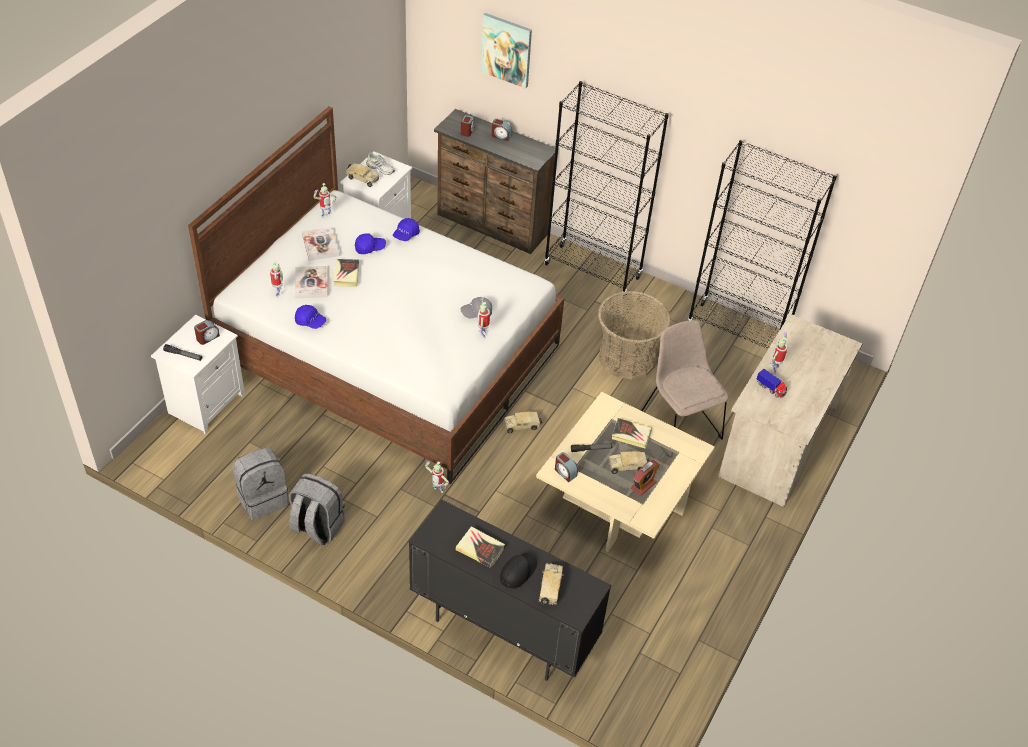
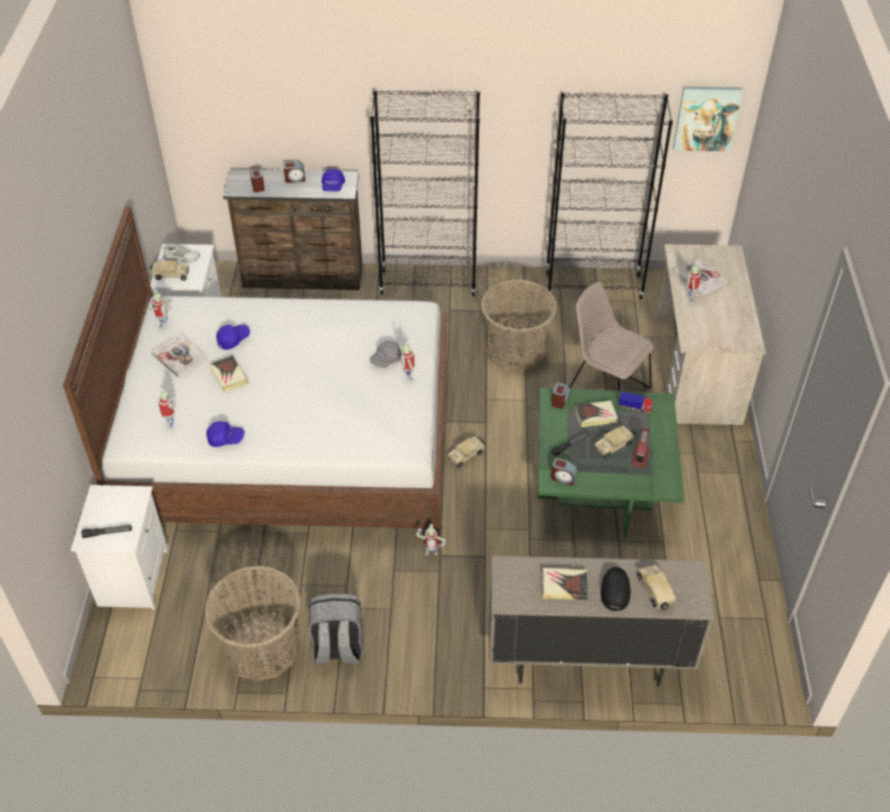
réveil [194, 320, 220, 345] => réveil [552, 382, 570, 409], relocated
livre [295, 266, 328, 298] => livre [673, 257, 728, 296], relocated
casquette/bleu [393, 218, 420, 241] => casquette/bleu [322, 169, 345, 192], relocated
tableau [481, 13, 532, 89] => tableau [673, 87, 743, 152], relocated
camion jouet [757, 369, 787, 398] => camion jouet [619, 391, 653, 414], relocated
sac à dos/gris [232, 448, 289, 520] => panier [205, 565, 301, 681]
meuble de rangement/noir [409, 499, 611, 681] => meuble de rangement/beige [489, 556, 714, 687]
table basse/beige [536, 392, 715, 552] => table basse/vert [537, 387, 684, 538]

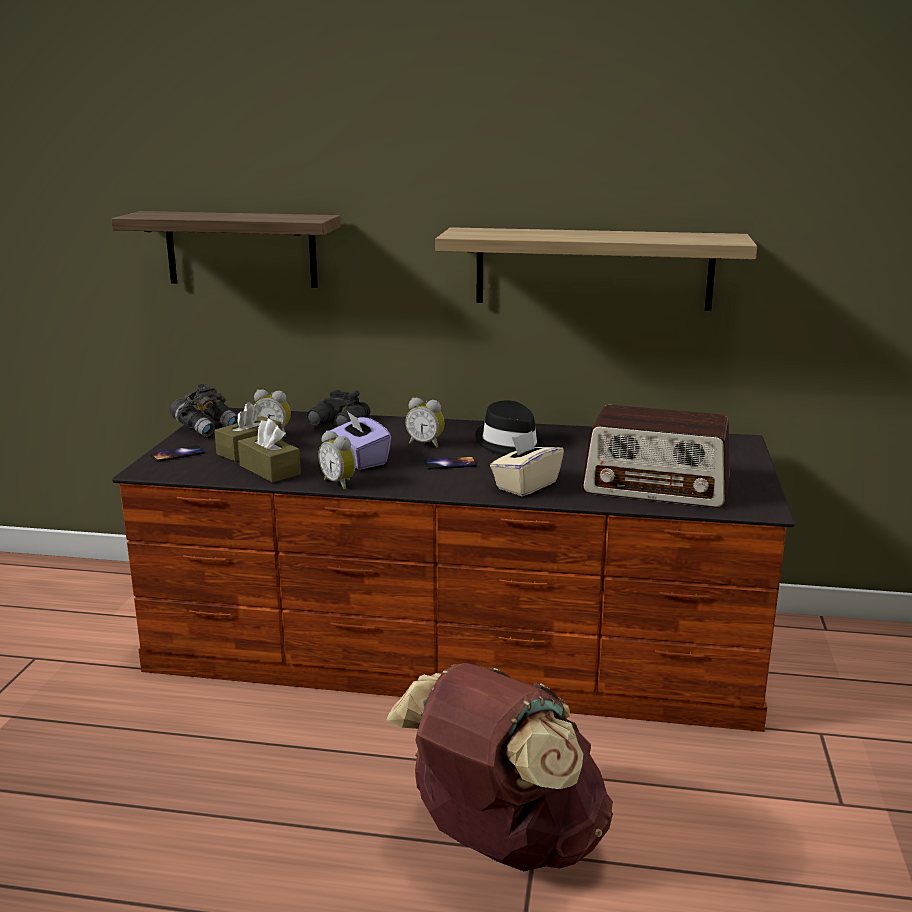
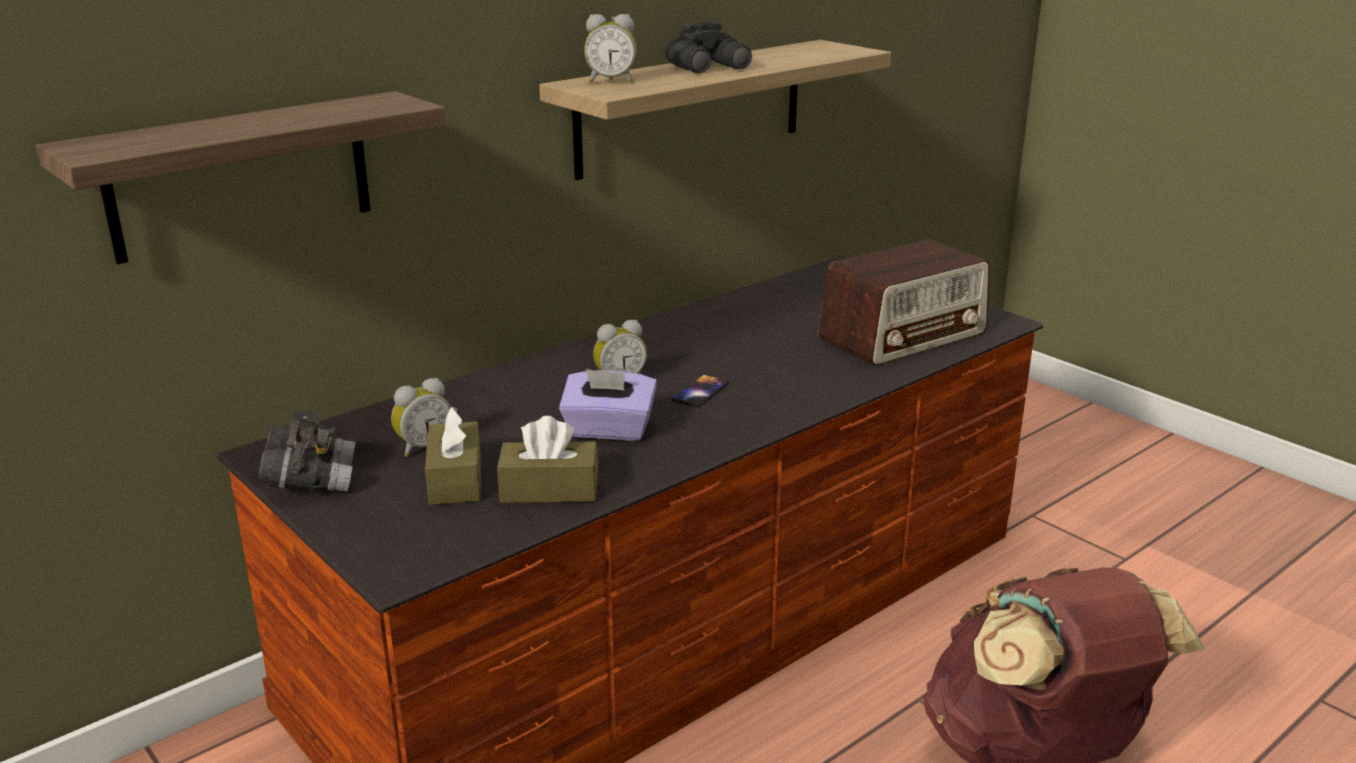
téléphone [150, 445, 205, 462] => nothing
chapeau/noir [475, 400, 546, 456] => nothing
boîte à mouchoirs/beige [490, 431, 564, 496] => nothing
jumelles/noir [306, 390, 370, 427] => jumelles/noir [665, 20, 752, 73], relocated
réveil [318, 430, 356, 489] => réveil [584, 14, 636, 83], relocated

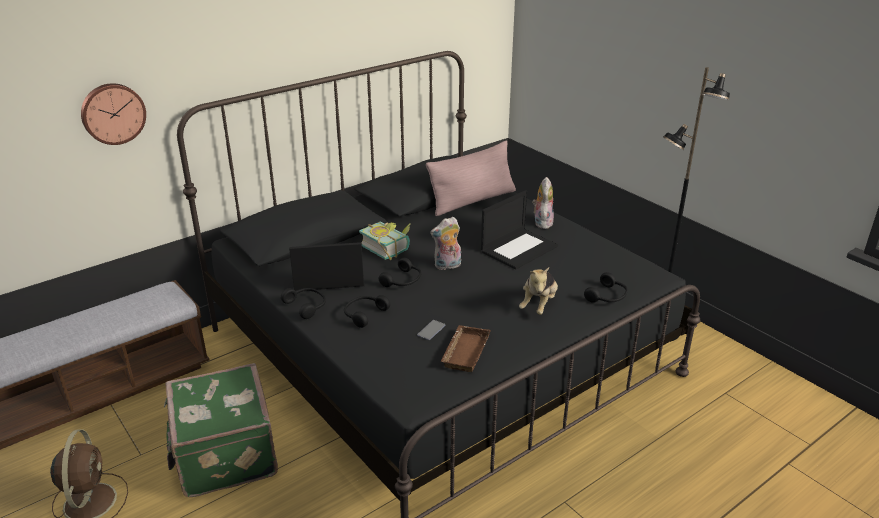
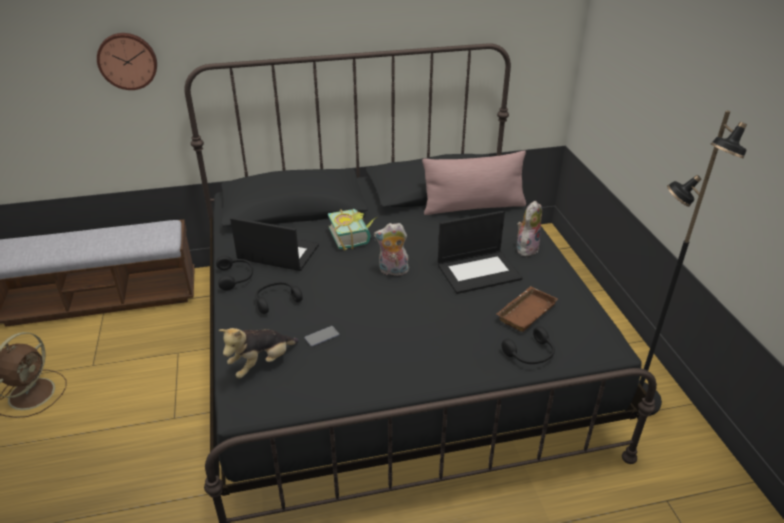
valise/vert [164, 363, 278, 497] => nothing
casque audio/noir [379, 258, 422, 287] => nothing
plateau/marron [440, 325, 491, 372] => plateau/marron [497, 286, 558, 332], relocated
peluche [519, 267, 558, 315] => peluche [219, 328, 299, 378], relocated

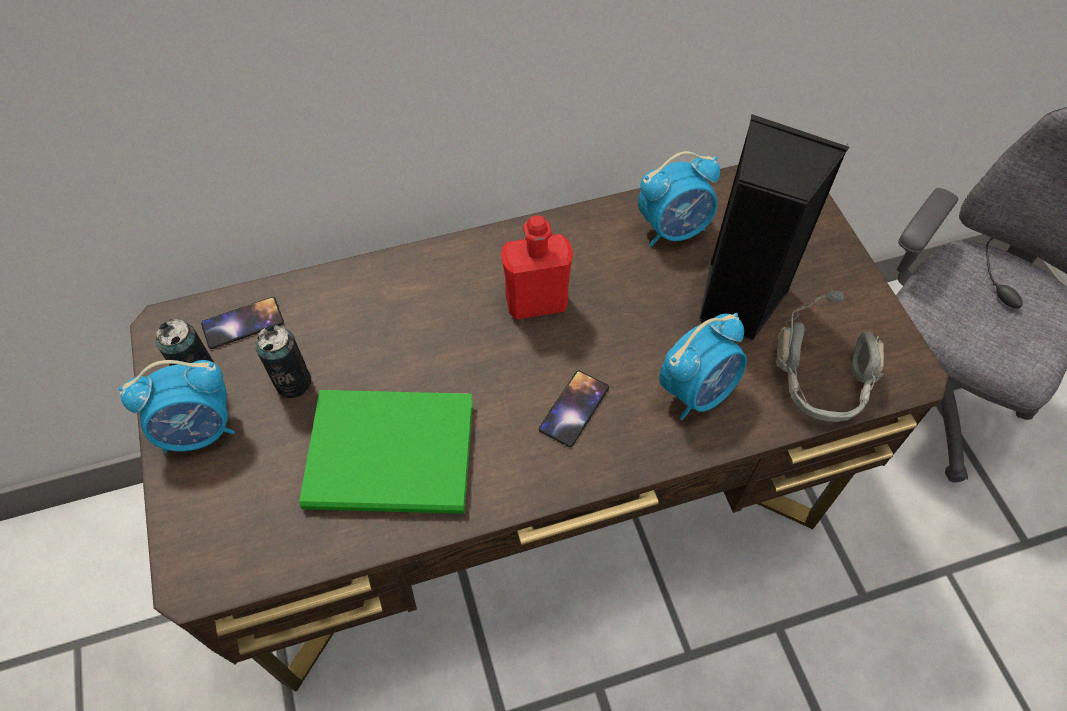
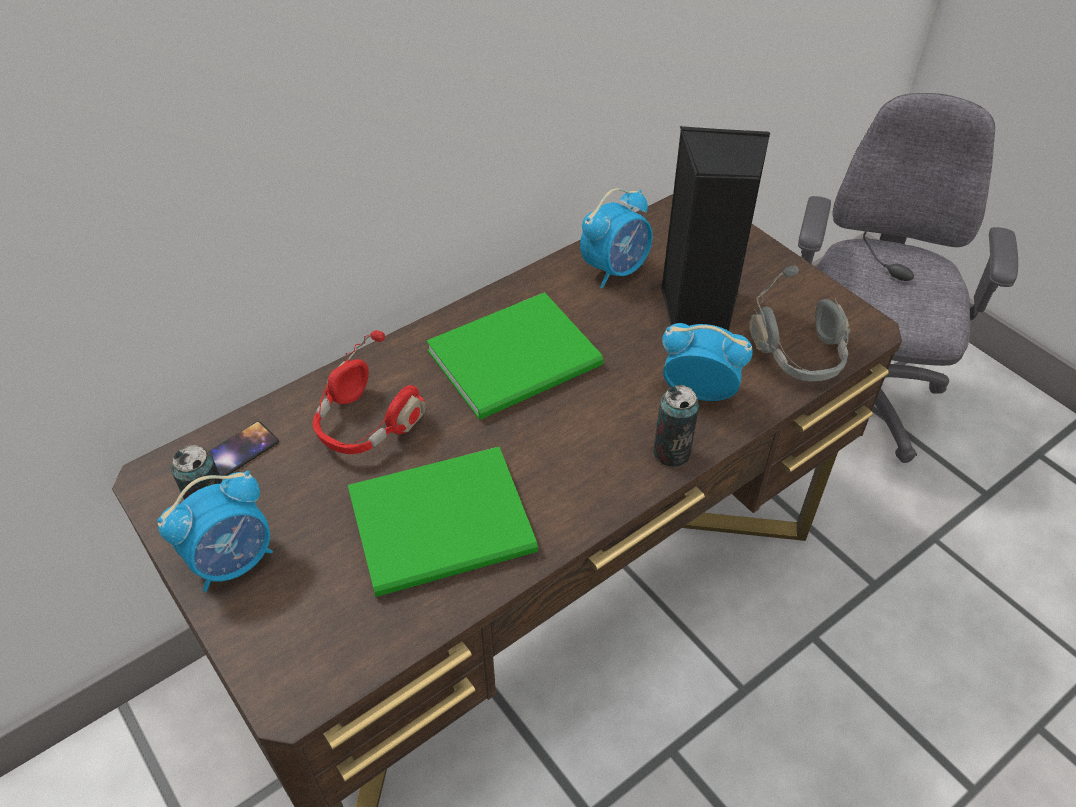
téléphone [539, 371, 609, 447] => nothing
nothing => casque audio/rouge [313, 330, 425, 454]
boîte métallique [255, 325, 312, 398] => boîte métallique [653, 385, 699, 467], relocated
bouteille/rouge [501, 215, 573, 320] => livre/vert [426, 292, 604, 420]
réveil [659, 313, 747, 420] => réveil [662, 323, 753, 401], 105 degrees counterclockwise

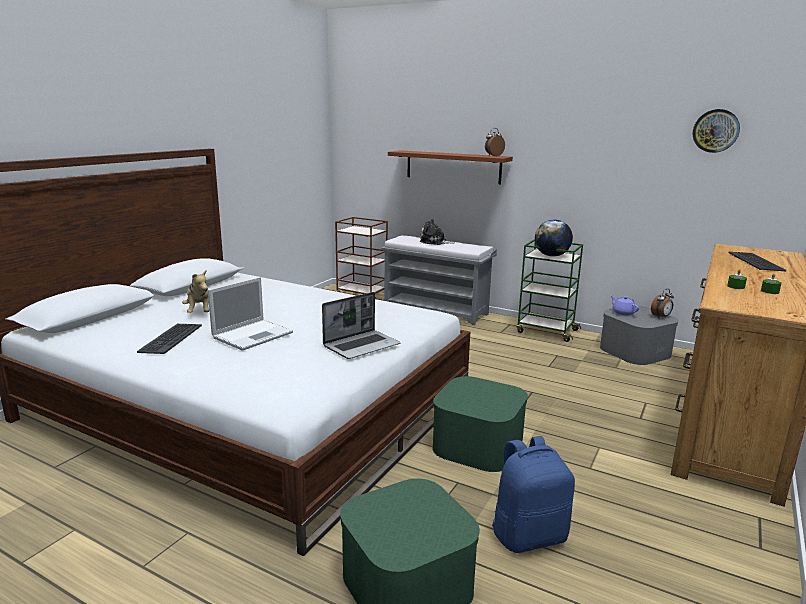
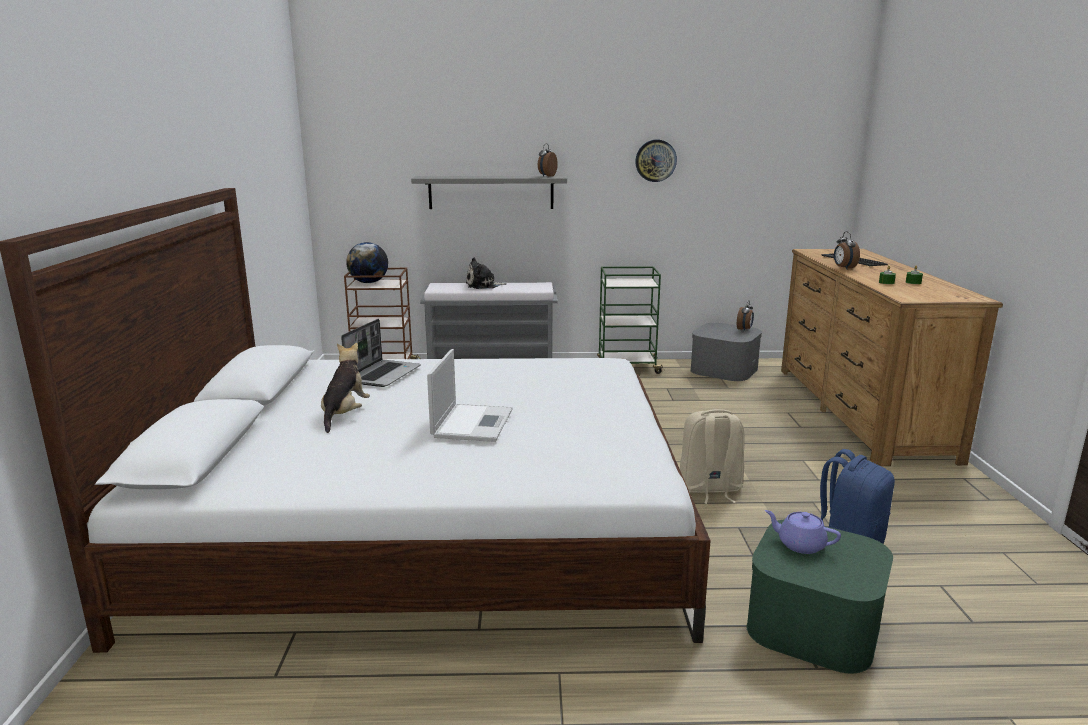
clavier [137, 324, 202, 354] => nothing
nothing => réveil [834, 232, 860, 269]
ordinateur portable [322, 292, 401, 359] => ordinateur portable [341, 319, 421, 387], relocated
globe [535, 219, 573, 257] => globe [346, 242, 388, 283], relocated
théière/violet [610, 295, 639, 315] => théière/violet [765, 510, 841, 554], relocated
horloge murale [693, 109, 740, 153] => horloge murale [635, 140, 677, 182], relocated
boîte de rangement/vert [432, 376, 528, 472] => sac à dos/beige [680, 409, 745, 504]
étagère/marron [388, 150, 513, 185] => étagère/gris [411, 176, 567, 209]
peluche [182, 270, 209, 313] => peluche [321, 343, 370, 433], 120 degrees counterclockwise

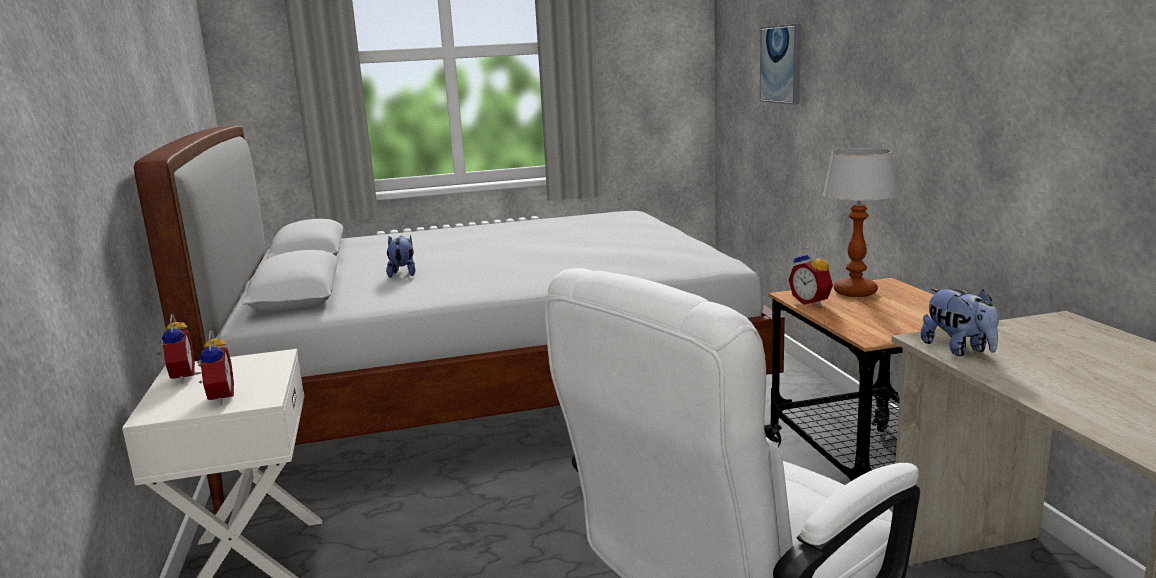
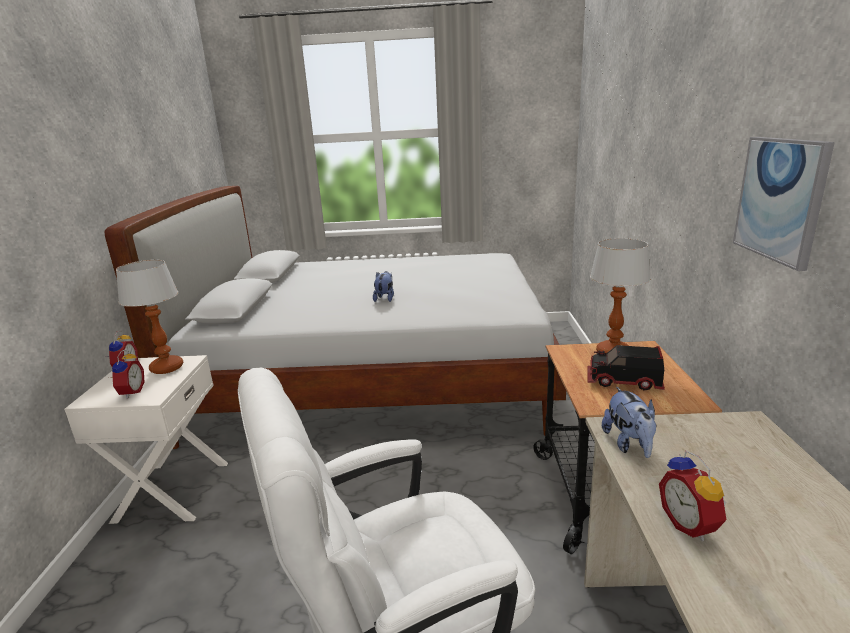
nothing => lampe de table [116, 260, 183, 374]
nothing => camion jouet [587, 345, 665, 391]
peluche [386, 235, 415, 278] => peluche [373, 271, 394, 302], relocated
tableau [760, 24, 801, 104] => tableau [733, 137, 835, 271], relocated
réveil [789, 247, 833, 306] => réveil [659, 450, 726, 541], relocated

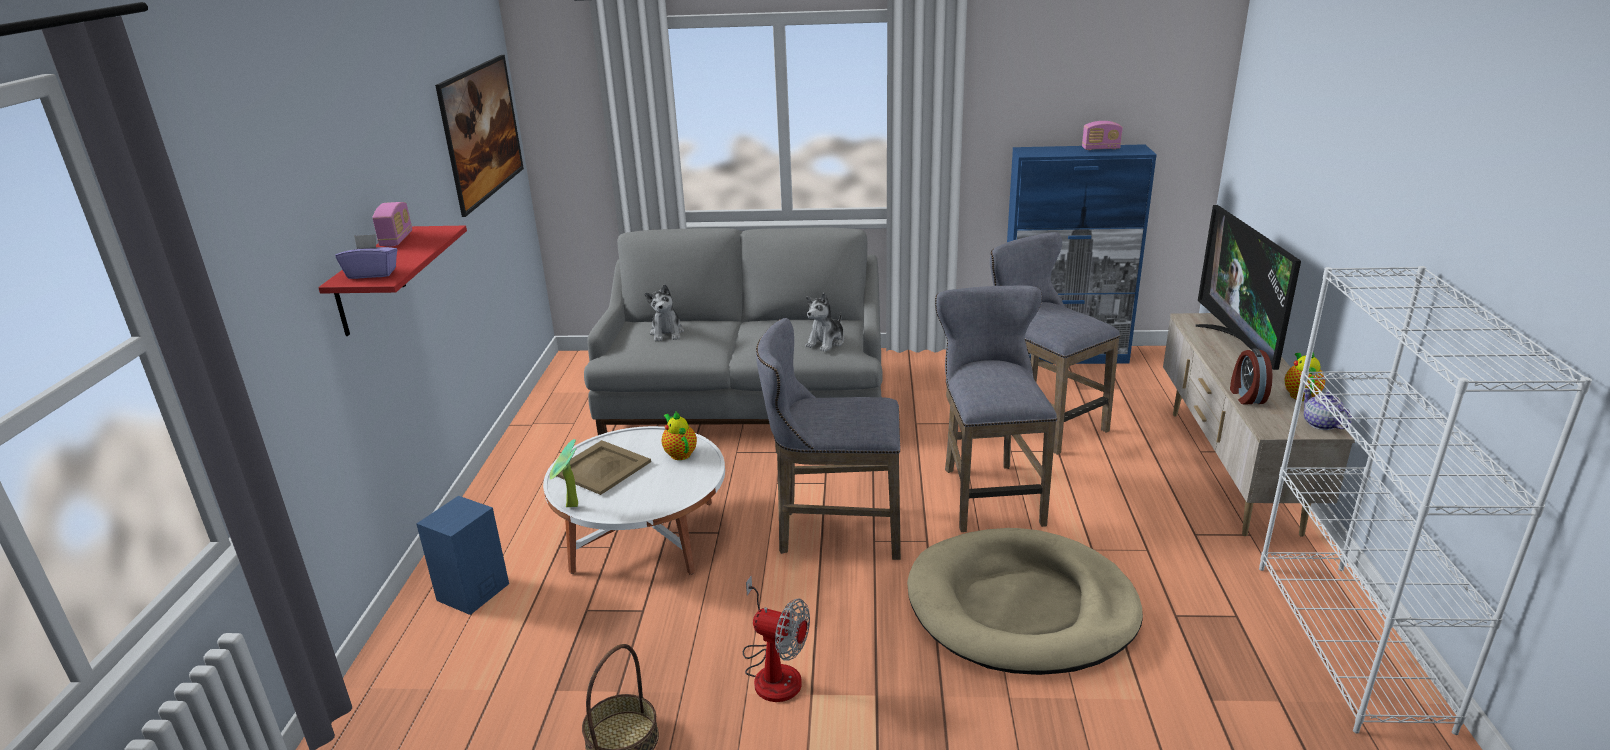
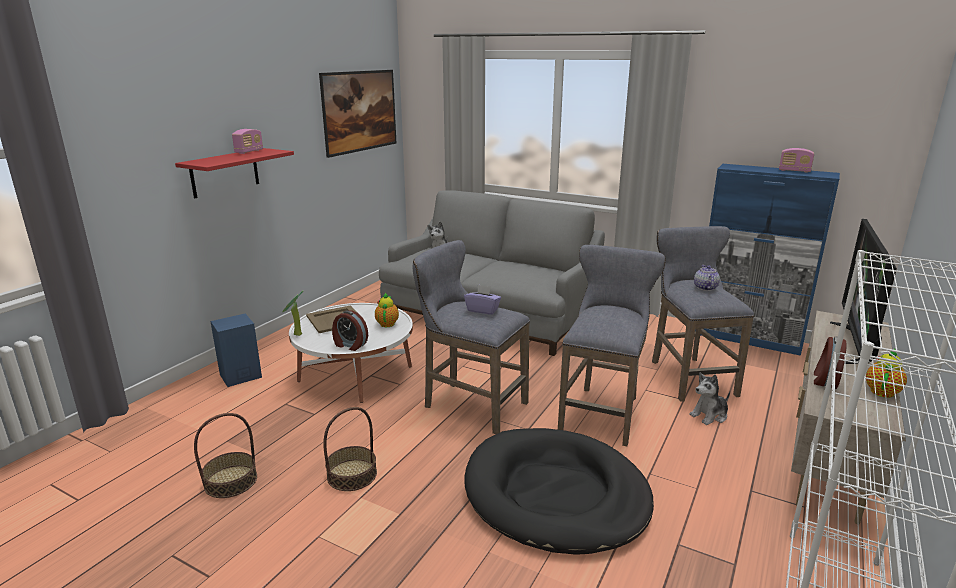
nothing => réveil [332, 310, 368, 351]
boîte à mouchoirs/violet [335, 234, 397, 279] => boîte à mouchoirs/violet [464, 284, 501, 315], relocated
peluche [805, 293, 844, 352] => peluche [689, 372, 730, 425], relocated
théière [1304, 388, 1352, 430] => théière [694, 265, 720, 291], relocated
ventilateur [743, 576, 810, 702] => panier [323, 407, 377, 491]
panier pour chien/beige [907, 528, 1143, 675] => panier pour chien/noir [464, 428, 654, 555]

